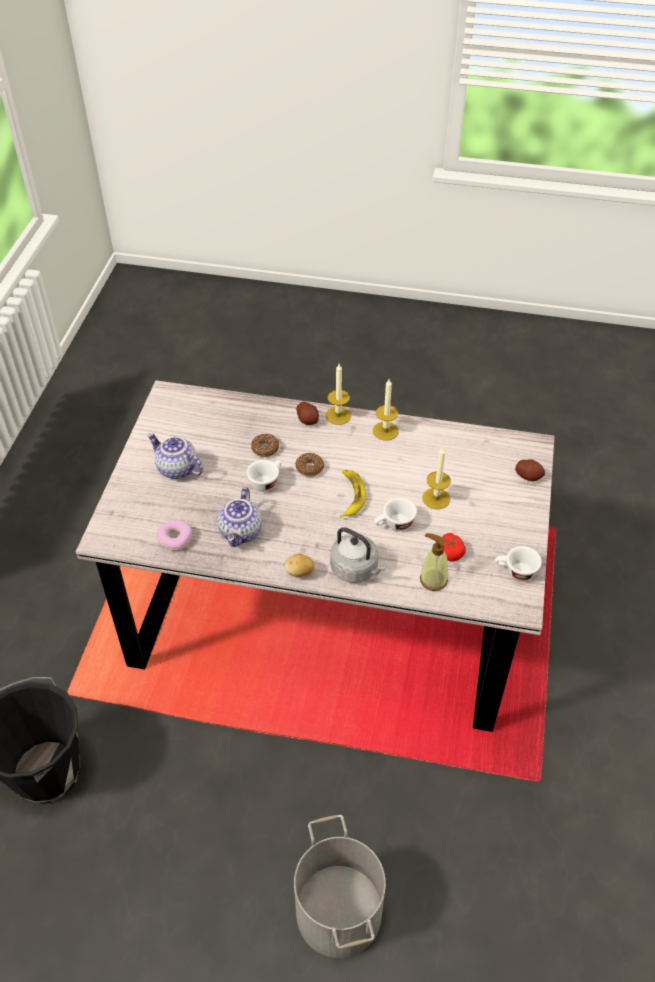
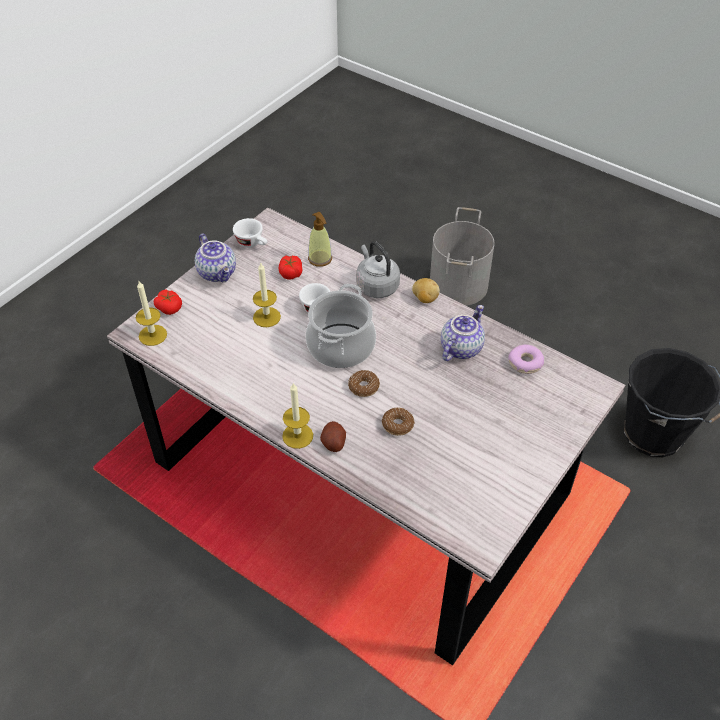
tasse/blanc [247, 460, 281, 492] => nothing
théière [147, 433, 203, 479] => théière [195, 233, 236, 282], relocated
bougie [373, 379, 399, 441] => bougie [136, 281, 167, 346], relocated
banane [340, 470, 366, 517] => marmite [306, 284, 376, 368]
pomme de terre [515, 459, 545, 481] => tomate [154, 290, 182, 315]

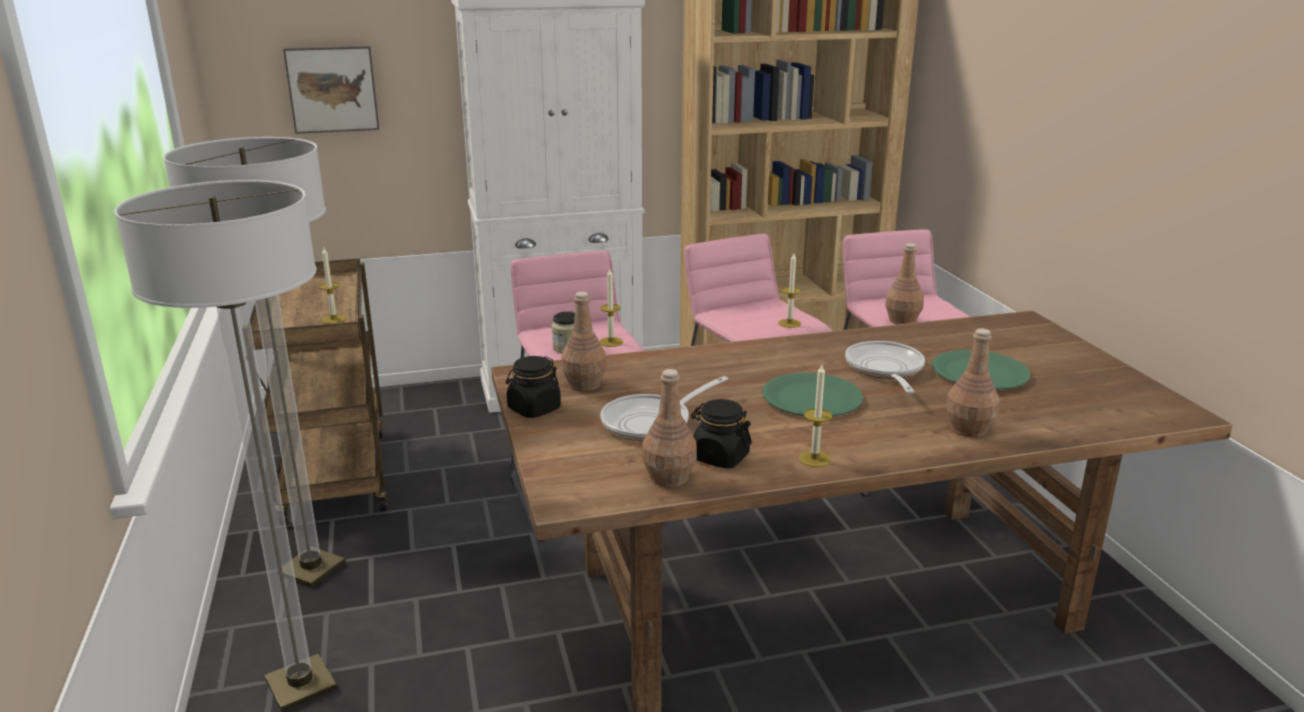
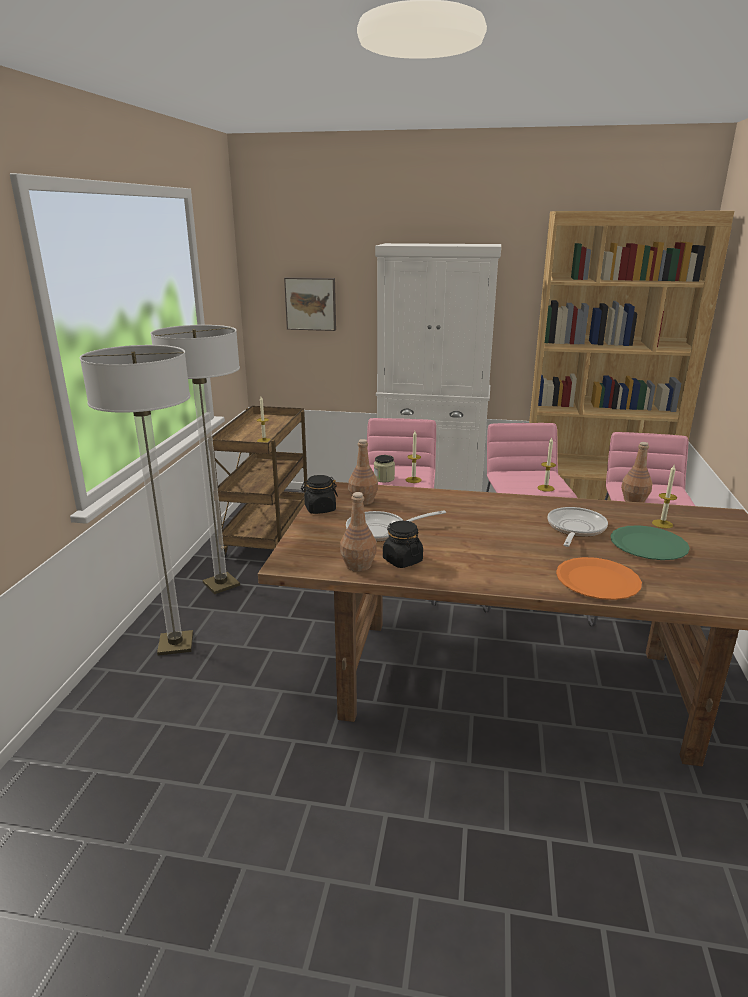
assiette/vert [762, 373, 863, 416] => nothing
bougie [799, 365, 832, 467] => bougie [652, 465, 677, 529], relocated
bouteille/marron [946, 328, 999, 437] => assiette/orange [556, 557, 642, 600]

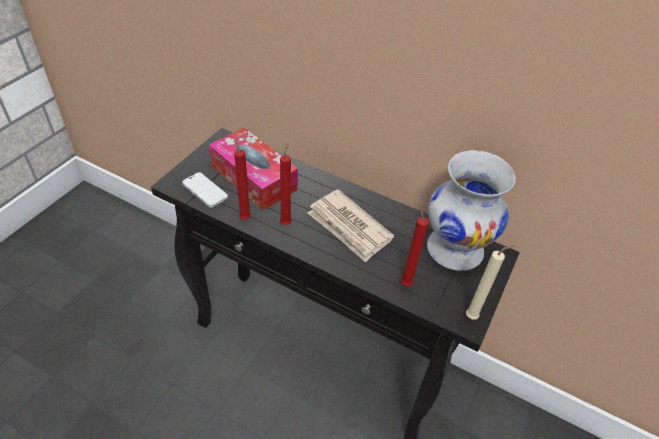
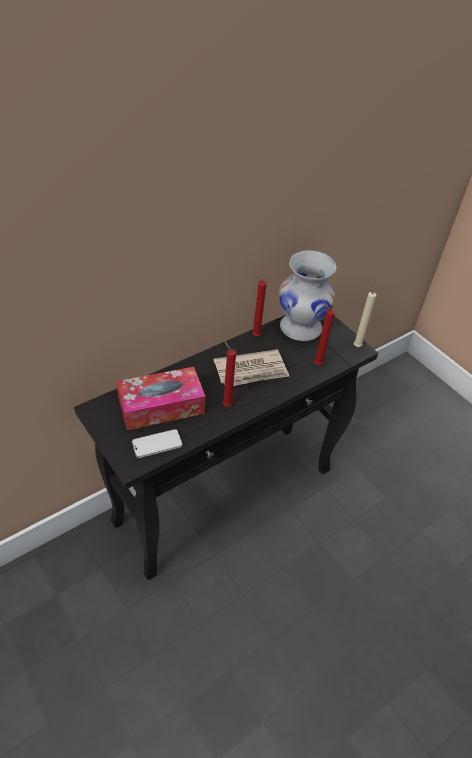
bougie/rouge [234, 138, 251, 220] => bougie/rouge [252, 276, 267, 336], relocated

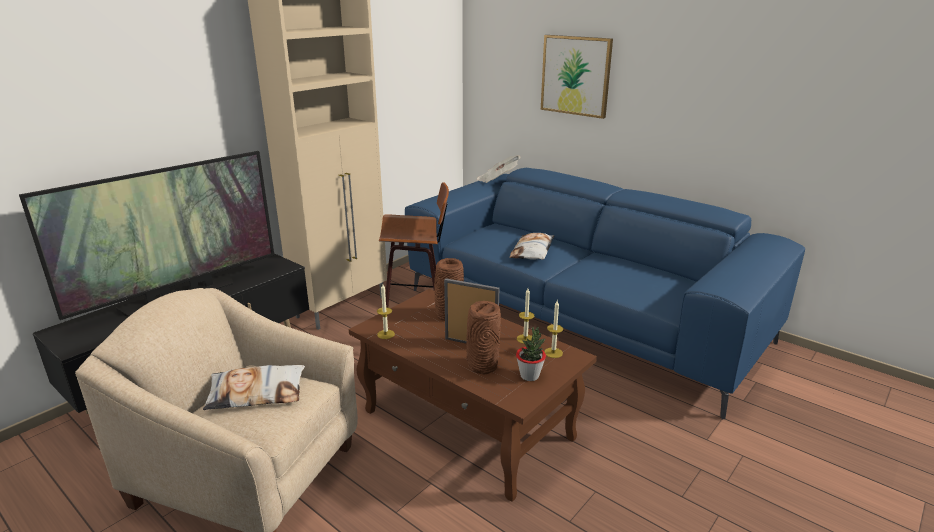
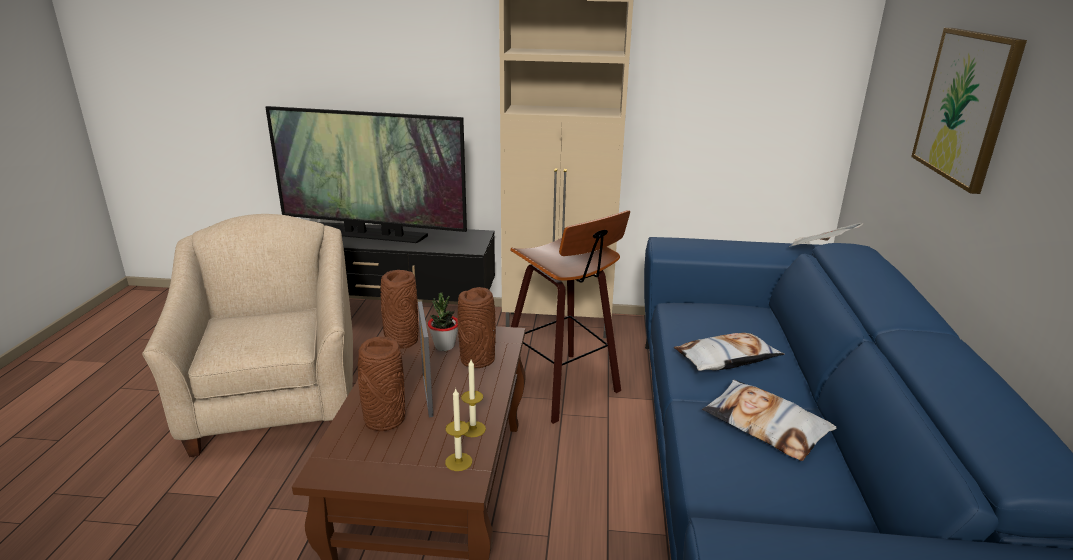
coussin [203, 365, 305, 410] => coussin [702, 380, 836, 461], relocated
plante en pot [516, 327, 546, 381] => plante en pot [428, 293, 458, 351], relocated
bougie [377, 284, 395, 339] => vase/marron [380, 270, 419, 349]

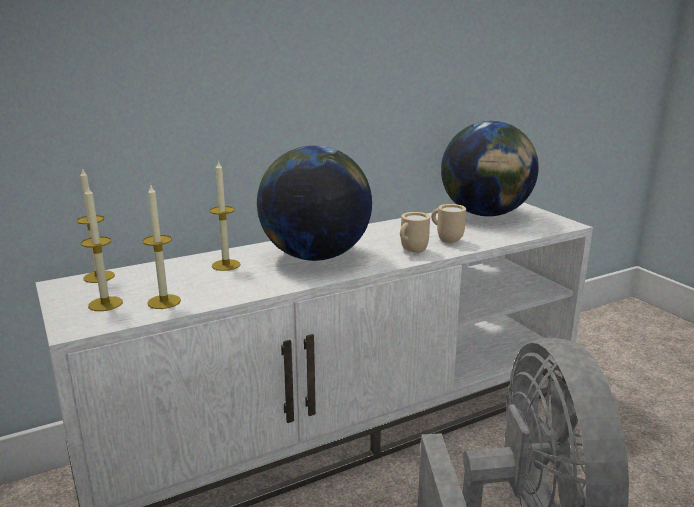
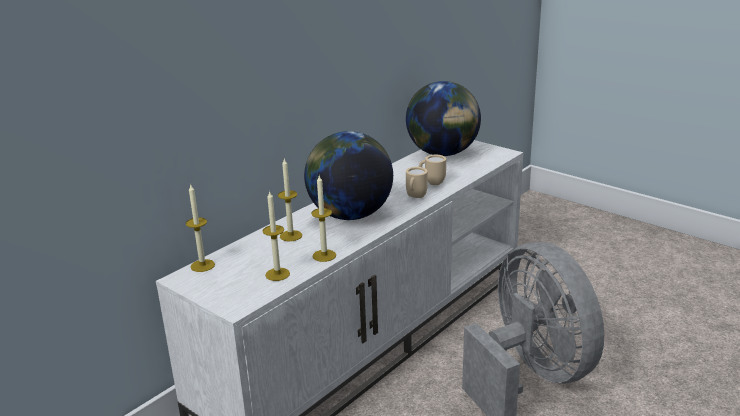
bougie [81, 185, 123, 311] => bougie [311, 175, 336, 262], relocated

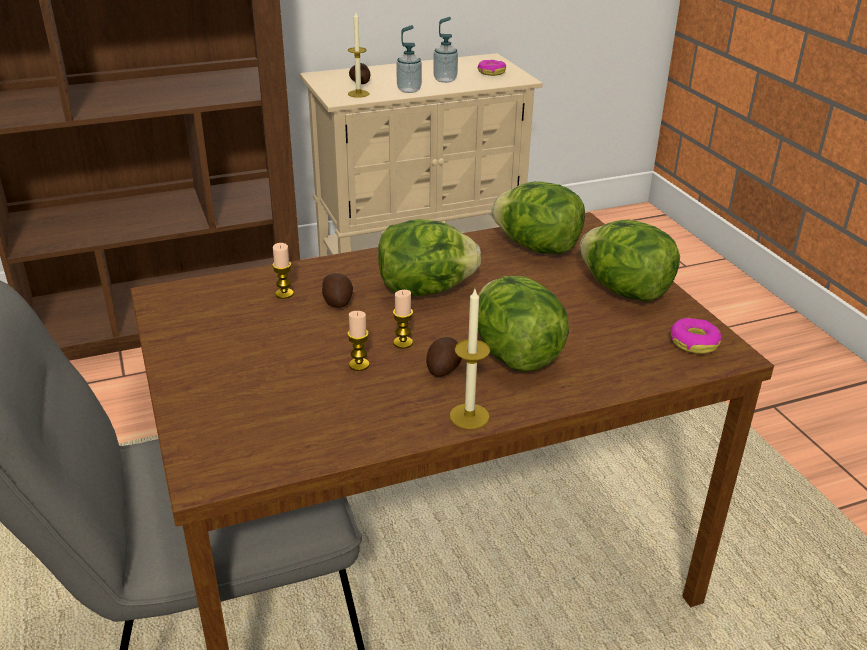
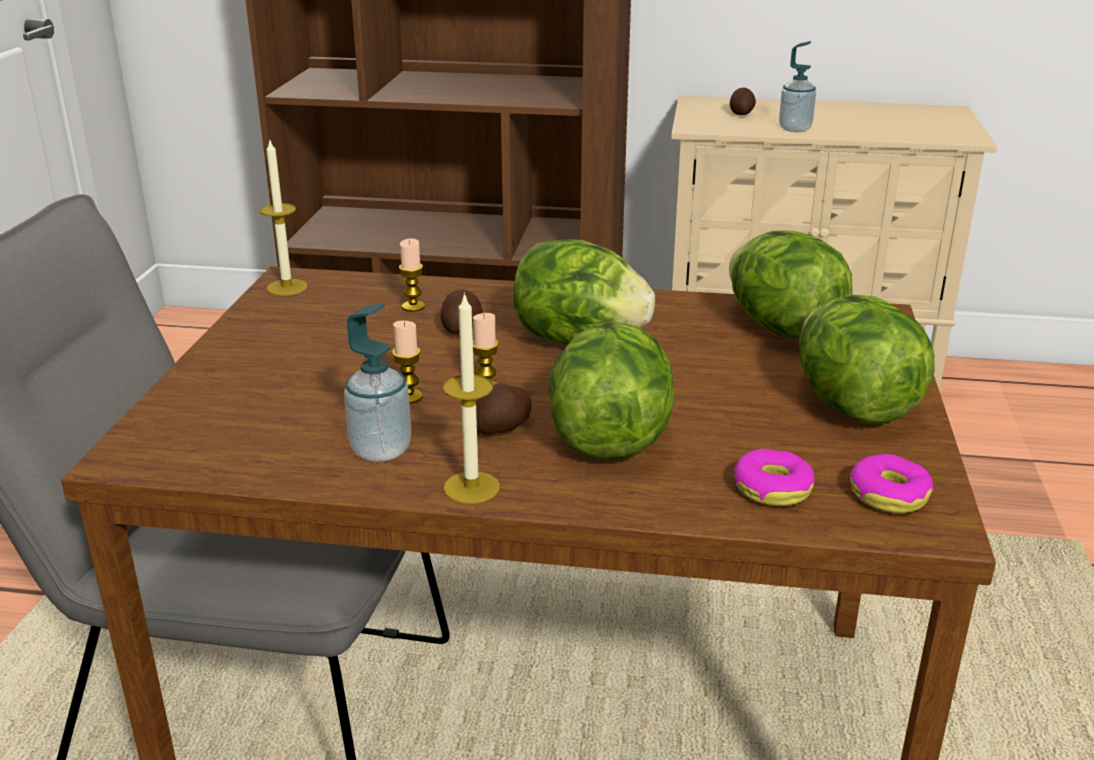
bougie [348, 12, 369, 98] => bougie [260, 138, 308, 296], relocated
distributeur de savon [433, 17, 458, 83] => distributeur de savon [344, 303, 411, 462], relocated
beignet [478, 60, 506, 76] => beignet [734, 449, 815, 506], relocated

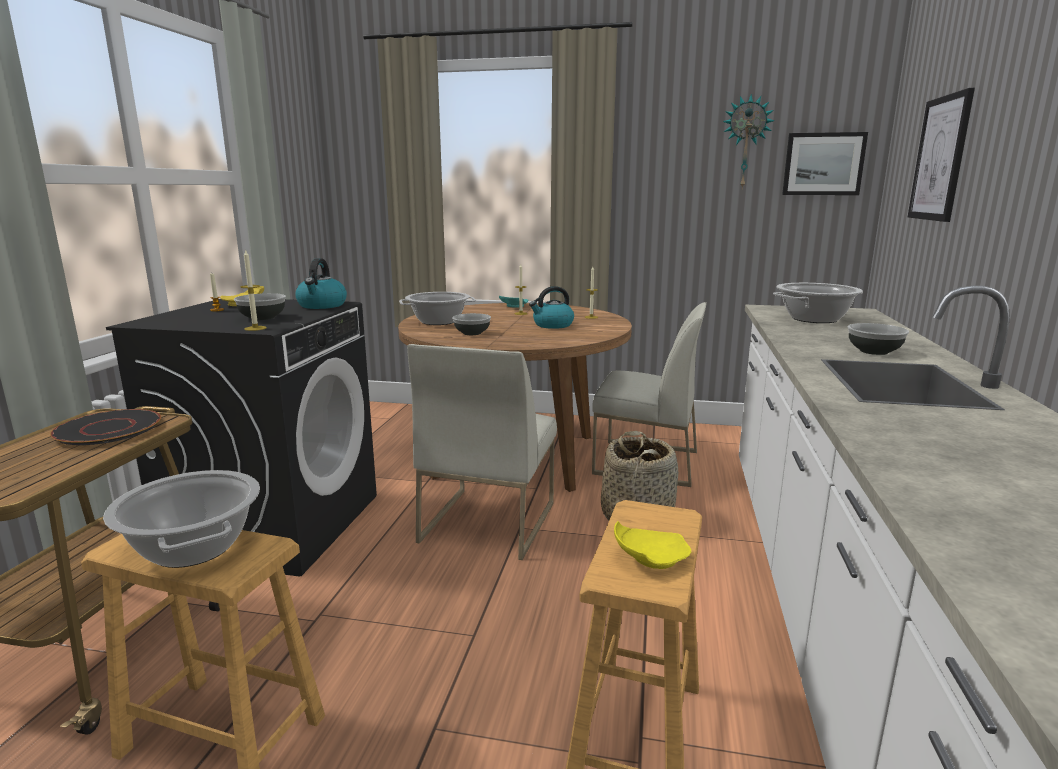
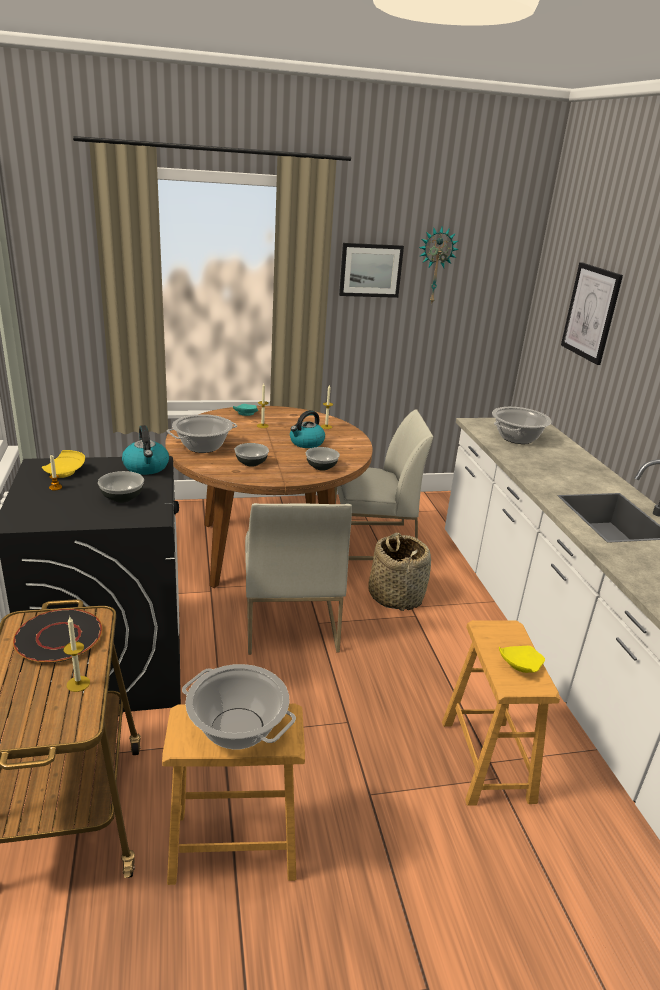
bougie [241, 249, 267, 331] => bougie [63, 617, 90, 692], relocated
tableau [782, 132, 868, 195] => tableau [339, 243, 404, 298], relocated
bol [848, 323, 909, 355] => bol [306, 447, 340, 471], relocated

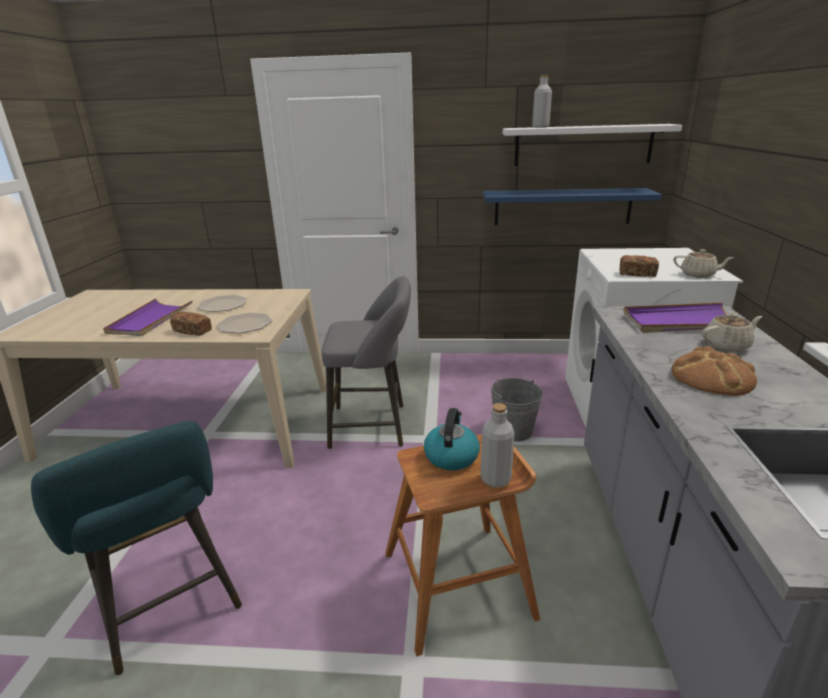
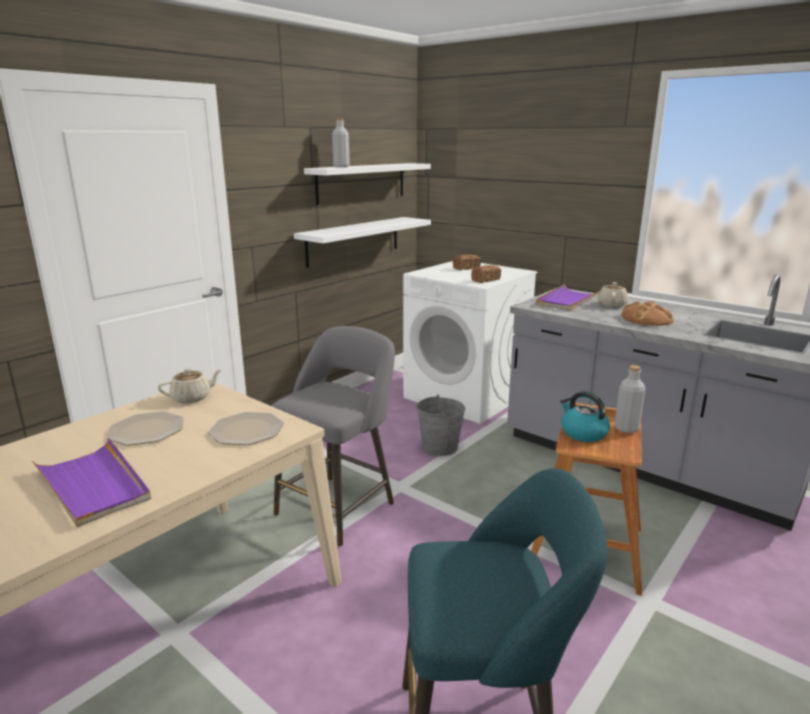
pain [170, 312, 212, 336] => pain [453, 254, 481, 270], relocated
théière/beige [673, 249, 735, 278] => théière/beige [158, 369, 222, 403], relocated
étagère/bleu [483, 188, 662, 225] => étagère/blanc [294, 217, 431, 268]

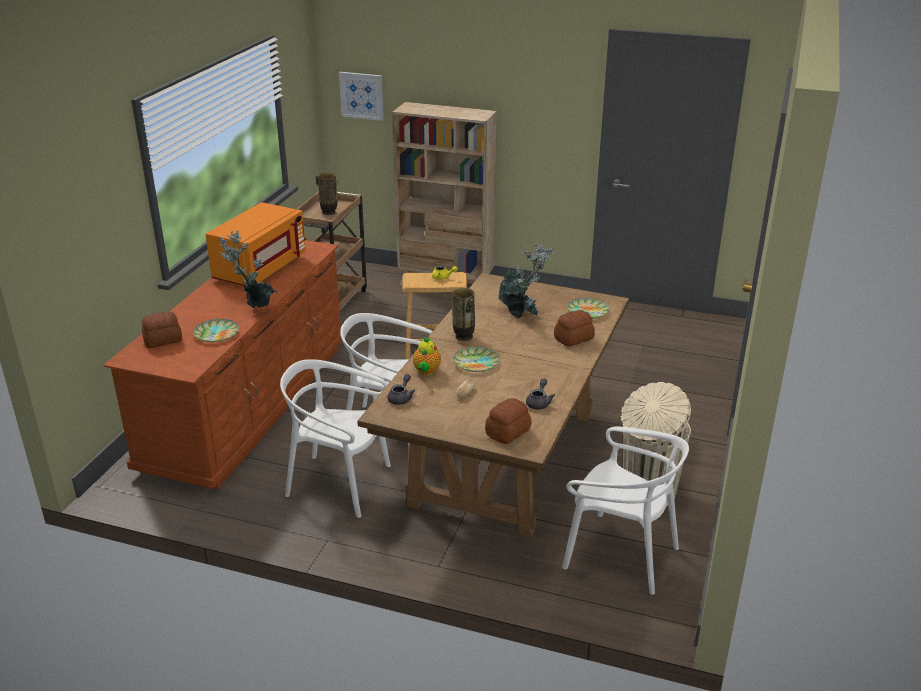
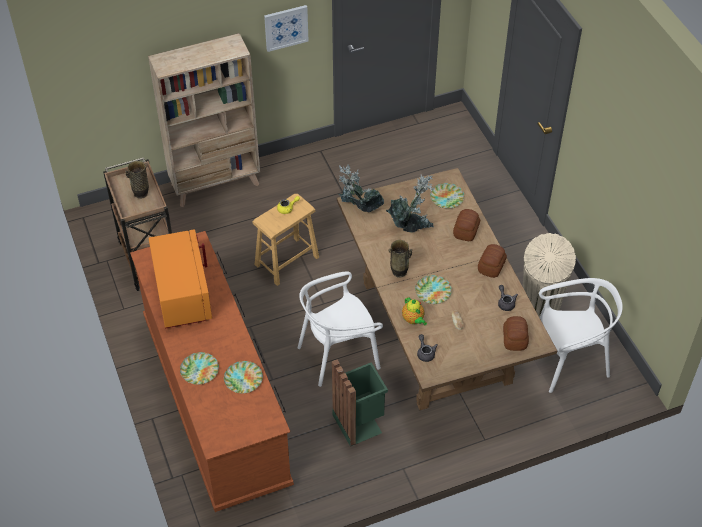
nothing => assiette [180, 352, 219, 385]
pain [142, 311, 182, 348] => pain [478, 244, 507, 278], relocated
plante en pot [220, 230, 277, 308] => plante en pot [338, 164, 384, 212], relocated
tableau [339, 72, 384, 121] => tableau [264, 5, 309, 52], relocated
chaise/blanc [280, 359, 391, 518] => poubelle/vert [332, 360, 388, 447]

